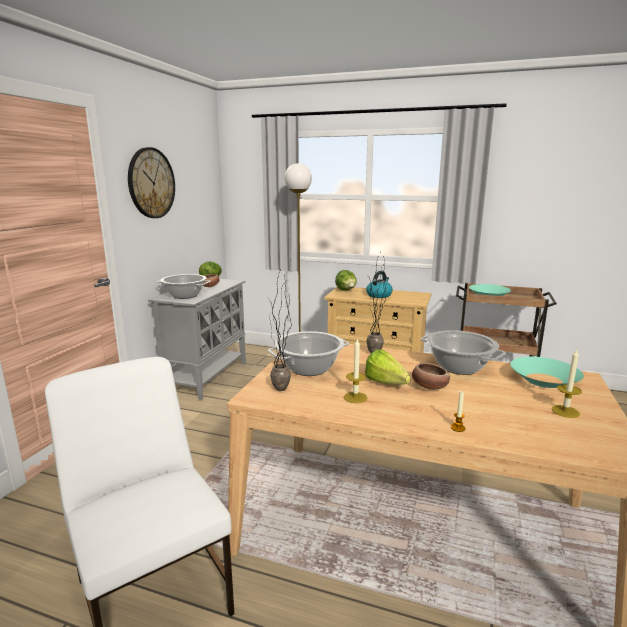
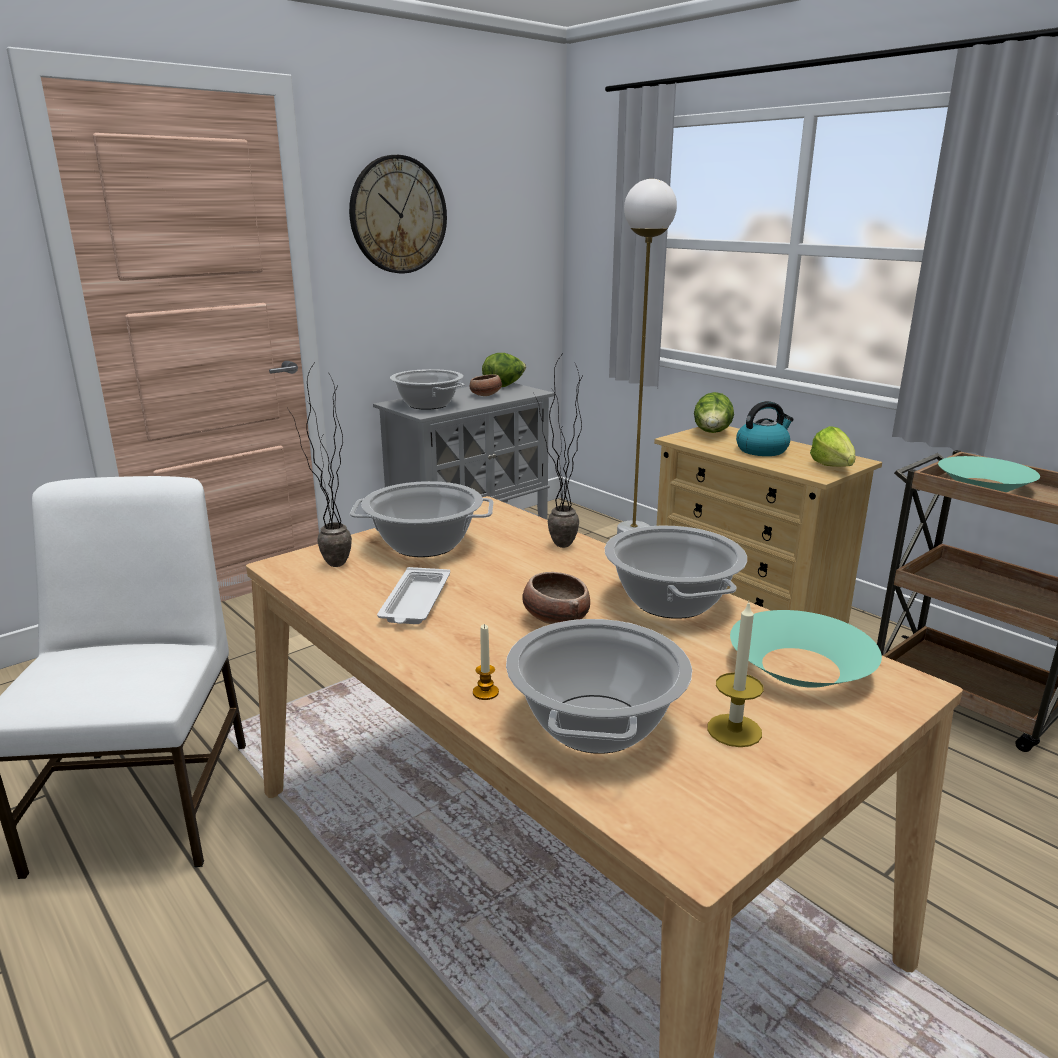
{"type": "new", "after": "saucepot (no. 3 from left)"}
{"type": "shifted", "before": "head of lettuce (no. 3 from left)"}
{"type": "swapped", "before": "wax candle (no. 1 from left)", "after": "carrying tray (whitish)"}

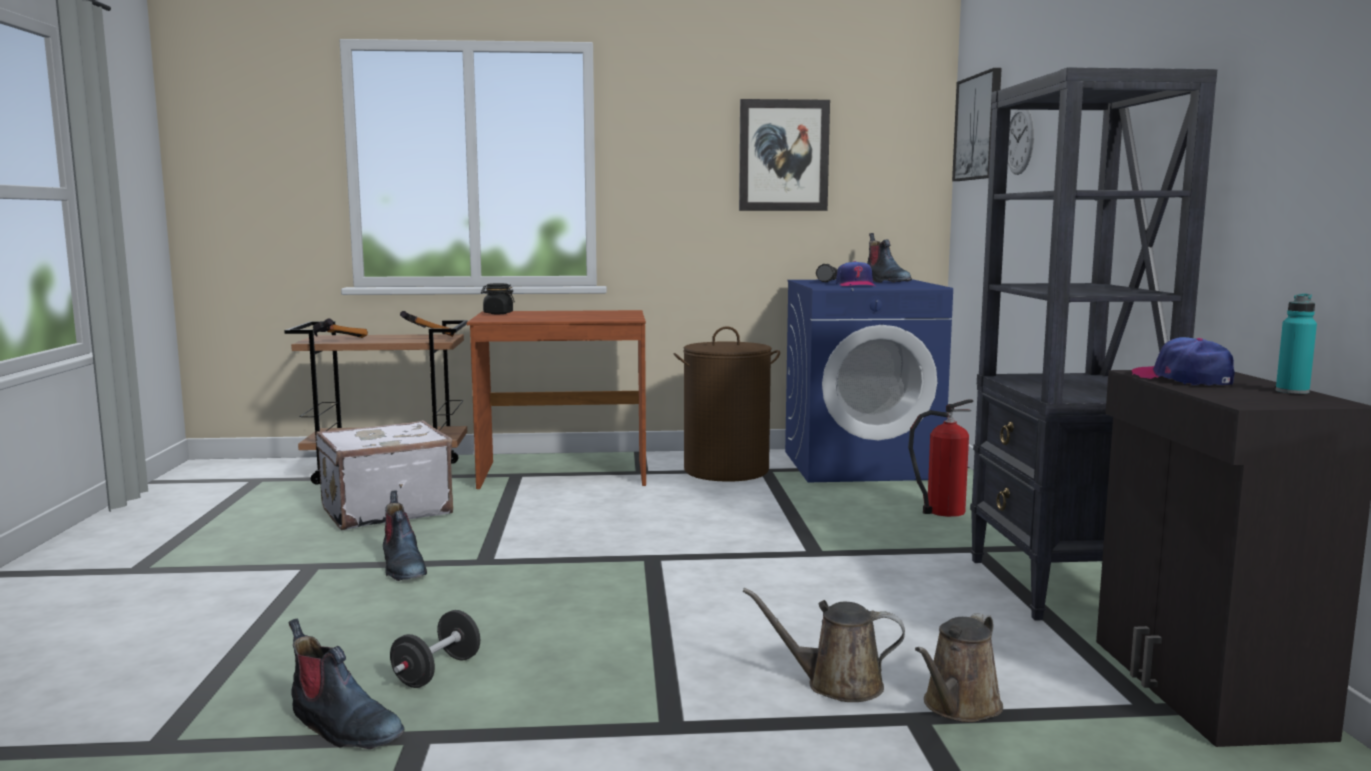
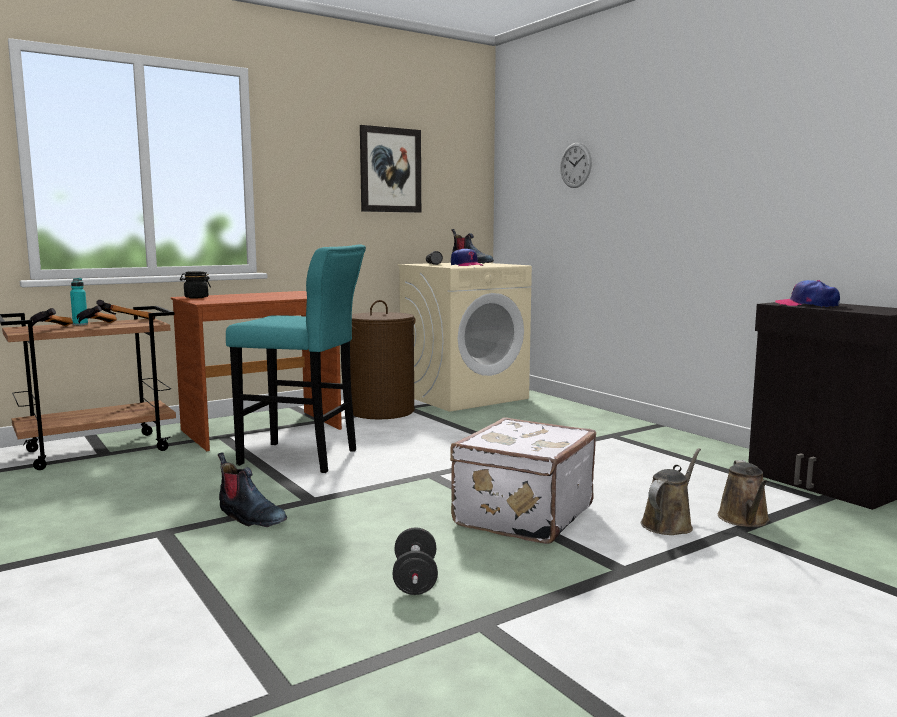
{"type": "gone", "before": "tall boot (no. 1 from left)"}
{"type": "gone", "before": "fire-fighting cylinder"}
{"type": "gone", "before": "wall picture (no. 2 from left)"}
{"type": "gone", "before": "bookcase (blackish)"}
{"type": "new", "after": "hammer (no. 2 from left)"}
{"type": "new", "after": "stool seat (turquoise)"}
{"type": "shifted", "before": "piece of luggage (whitish)"}
{"type": "shifted", "before": "bottle (turquoise)"}
{"type": "repainted", "before": "laundry appliance (blue-coloured)", "after": "laundry appliance (beige)"}
{"type": "rotated", "before": "watering pot (brown) (no. 1 from left)", "turn": 150}

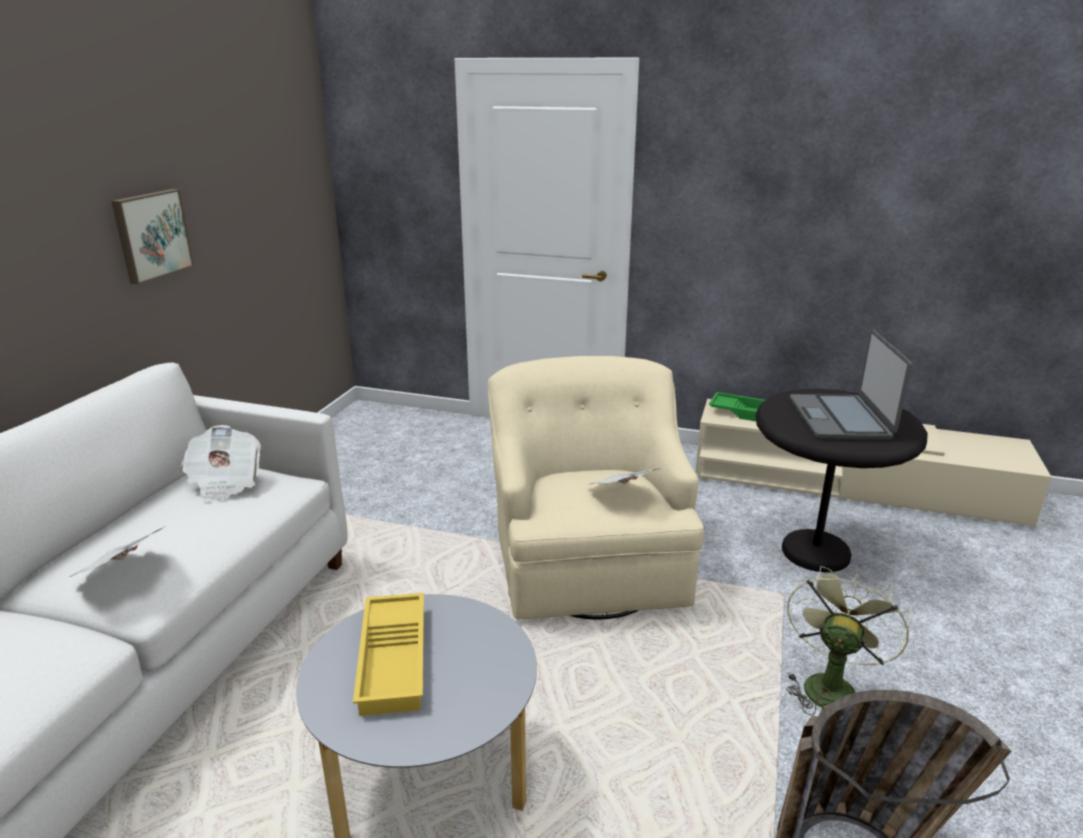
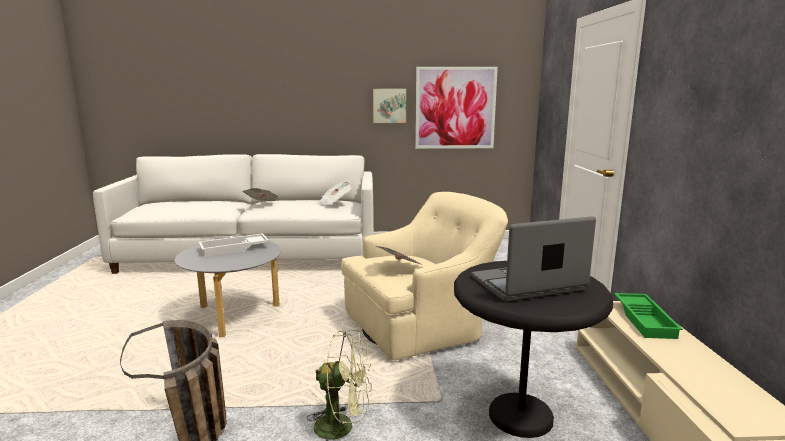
{"type": "new", "after": "wall picture (no. 2 from left)"}
{"type": "repainted", "before": "carrying tray (yellowish)", "after": "carrying tray (whitish)"}

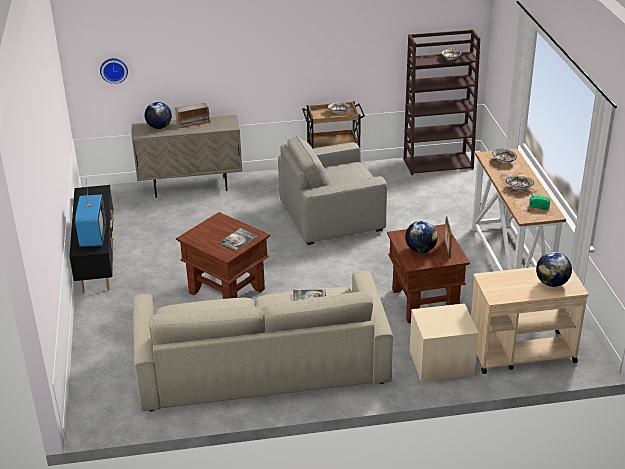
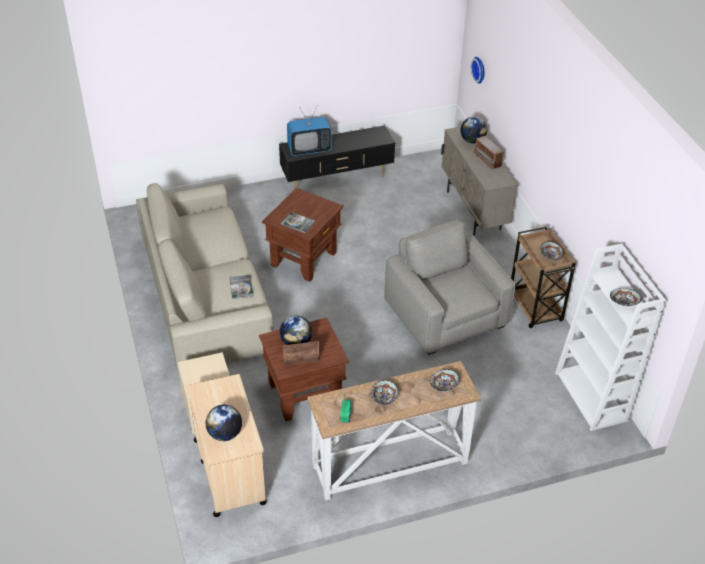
{"type": "repainted", "before": "bookcase (brown)", "after": "bookcase (whitish)"}

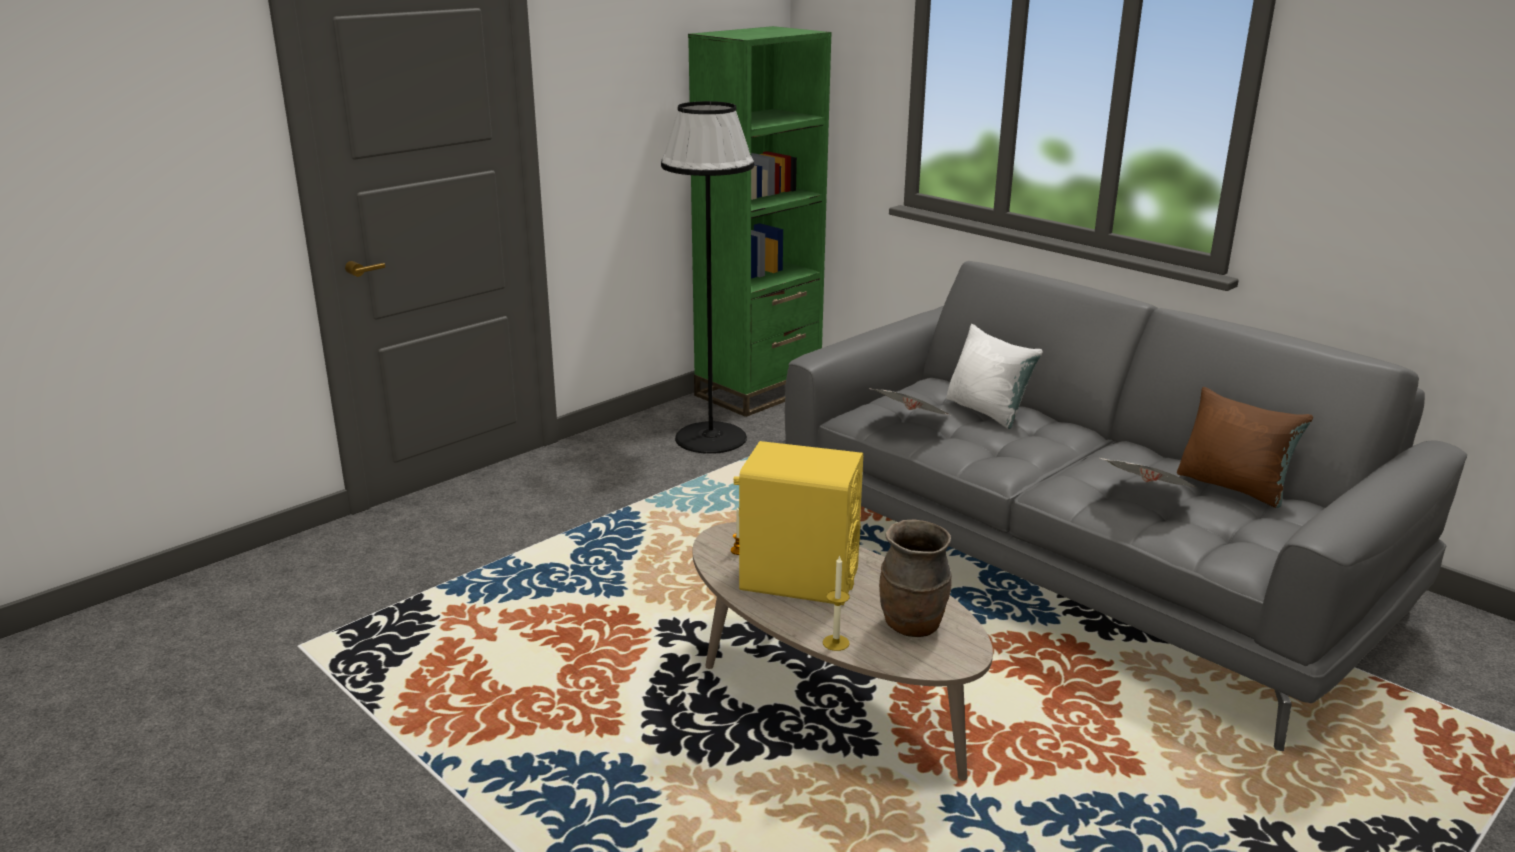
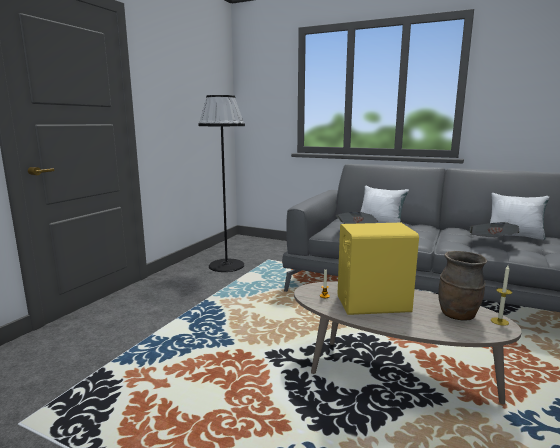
{"type": "gone", "before": "bookcase (greenish)"}
{"type": "shifted", "before": "wax candle (no. 2 from left)"}
{"type": "repainted", "before": "pillow (brown)", "after": "pillow (whitish) (no. 2 from left)"}

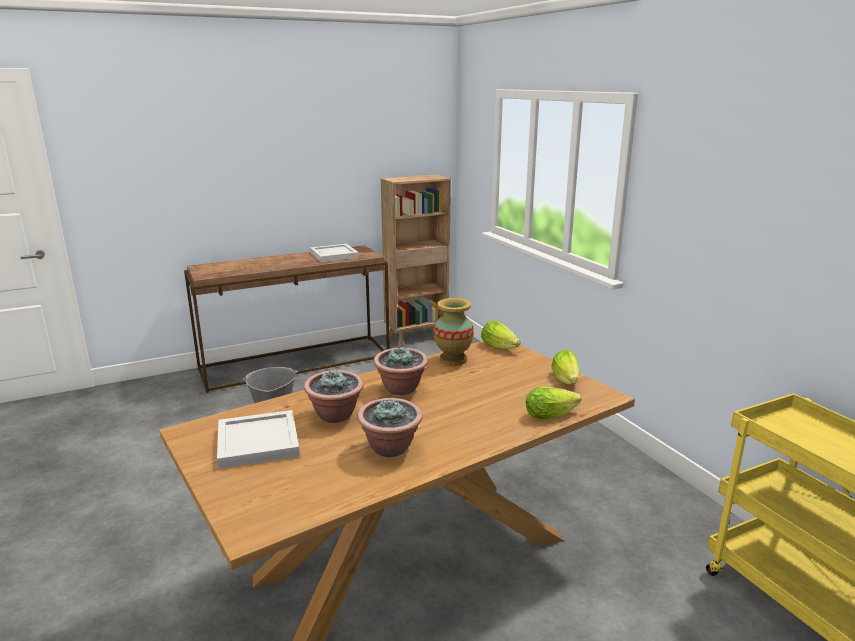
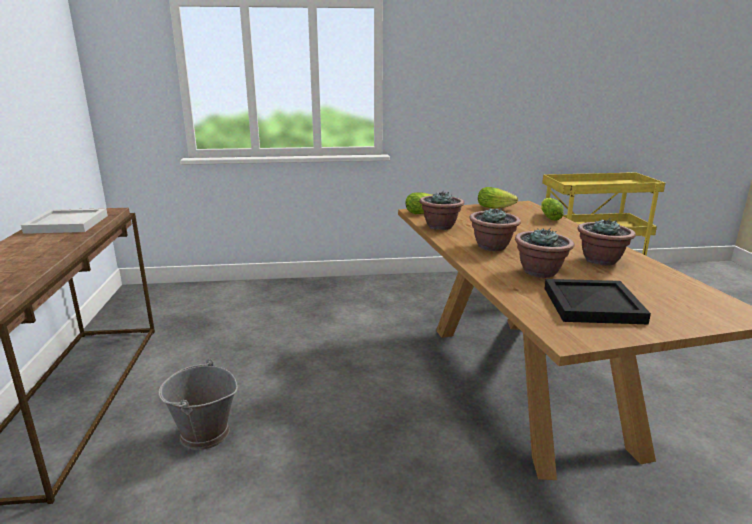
{"type": "gone", "before": "bookcase (brown)"}
{"type": "swapped", "before": "flower vase", "after": "potted plant (no. 1 from left)"}
{"type": "repainted", "before": "carrying tray (whitish) (no. 1 from left)", "after": "carrying tray (blackish)"}

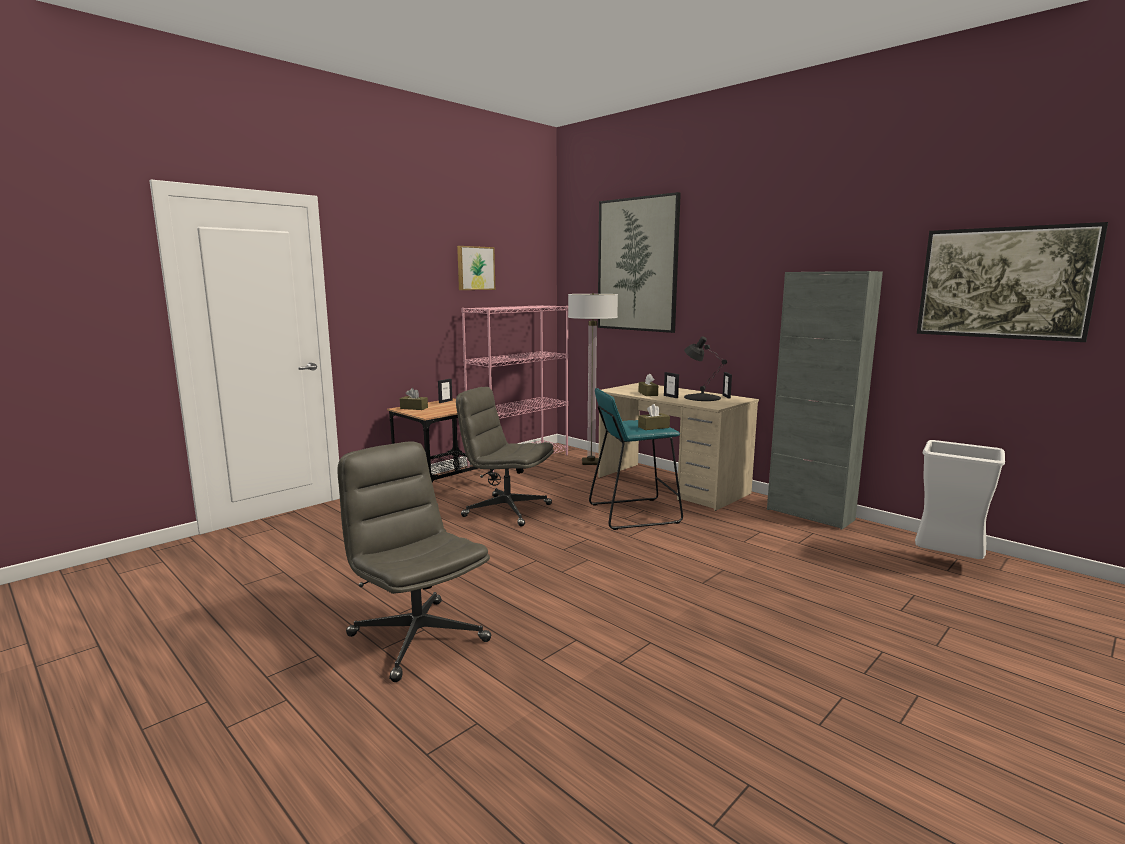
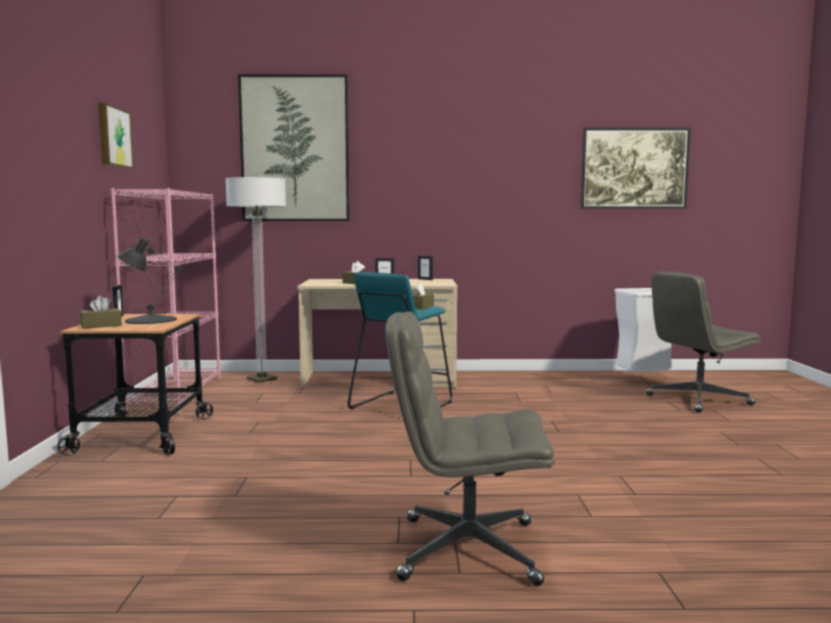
{"type": "gone", "before": "cupboard (greyish)"}
{"type": "shifted", "before": "computer chair (greyish) (no. 2 from left)"}
{"type": "shifted", "before": "table lamp (blackish)"}

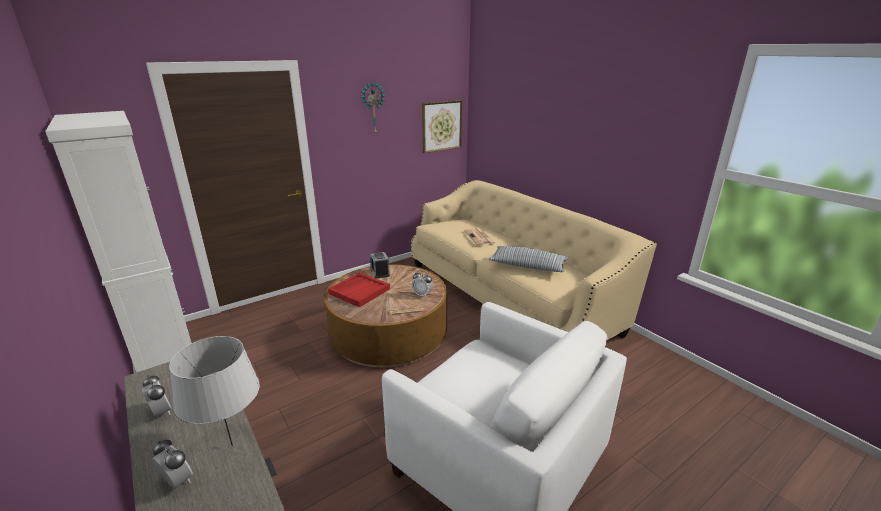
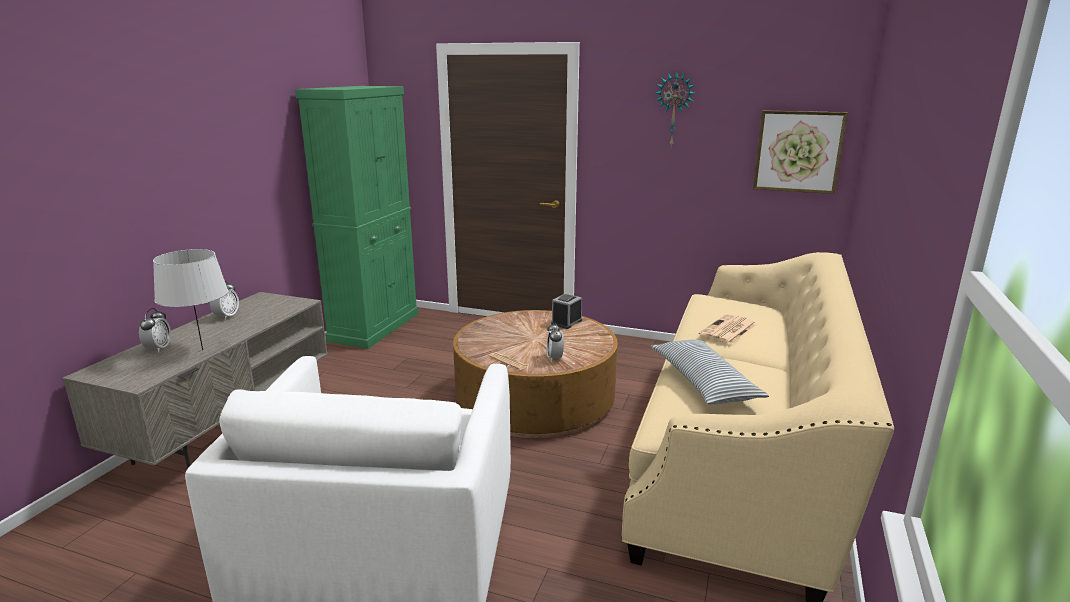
{"type": "gone", "before": "carrying tray (red)"}
{"type": "repainted", "before": "cupboard (whitish)", "after": "cupboard (greenish)"}

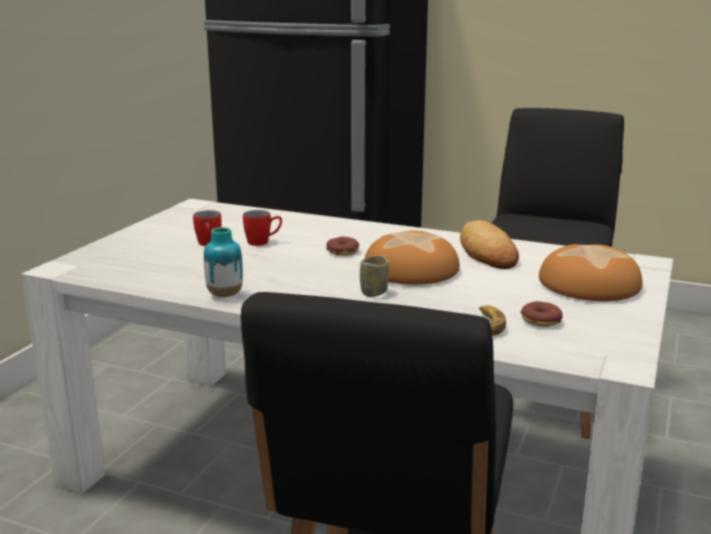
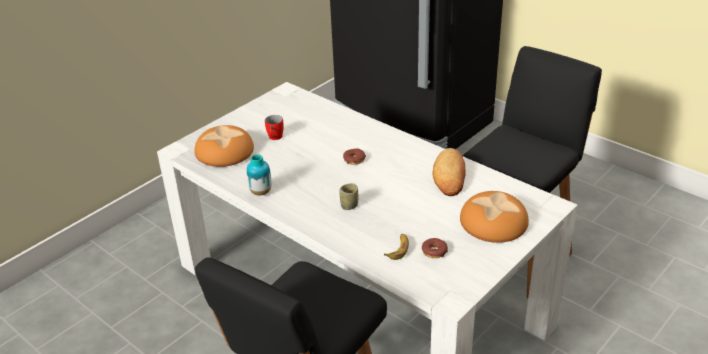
{"type": "gone", "before": "tea mug (red) (no. 2 from left)"}
{"type": "shifted", "before": "bakery bread (no. 1 from left)"}

